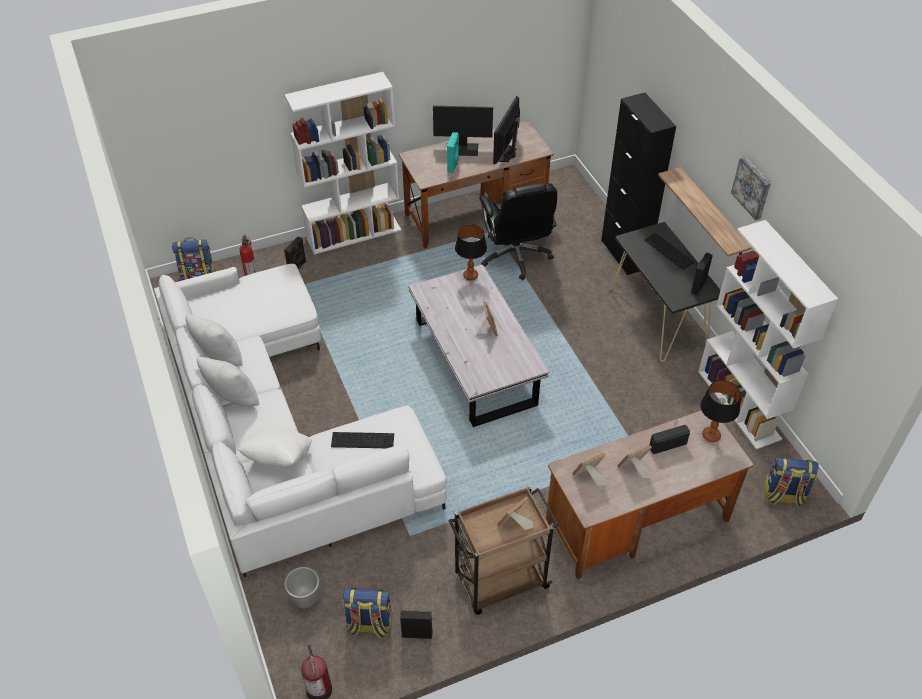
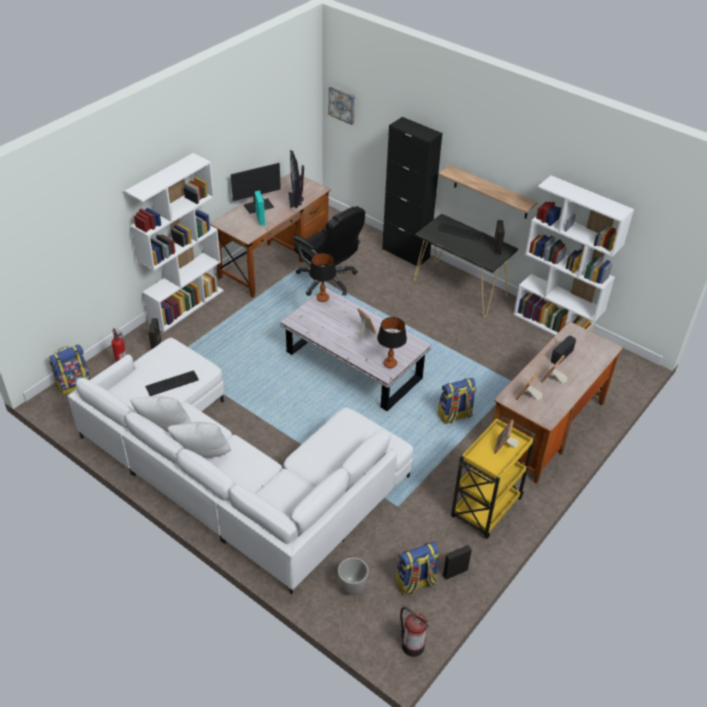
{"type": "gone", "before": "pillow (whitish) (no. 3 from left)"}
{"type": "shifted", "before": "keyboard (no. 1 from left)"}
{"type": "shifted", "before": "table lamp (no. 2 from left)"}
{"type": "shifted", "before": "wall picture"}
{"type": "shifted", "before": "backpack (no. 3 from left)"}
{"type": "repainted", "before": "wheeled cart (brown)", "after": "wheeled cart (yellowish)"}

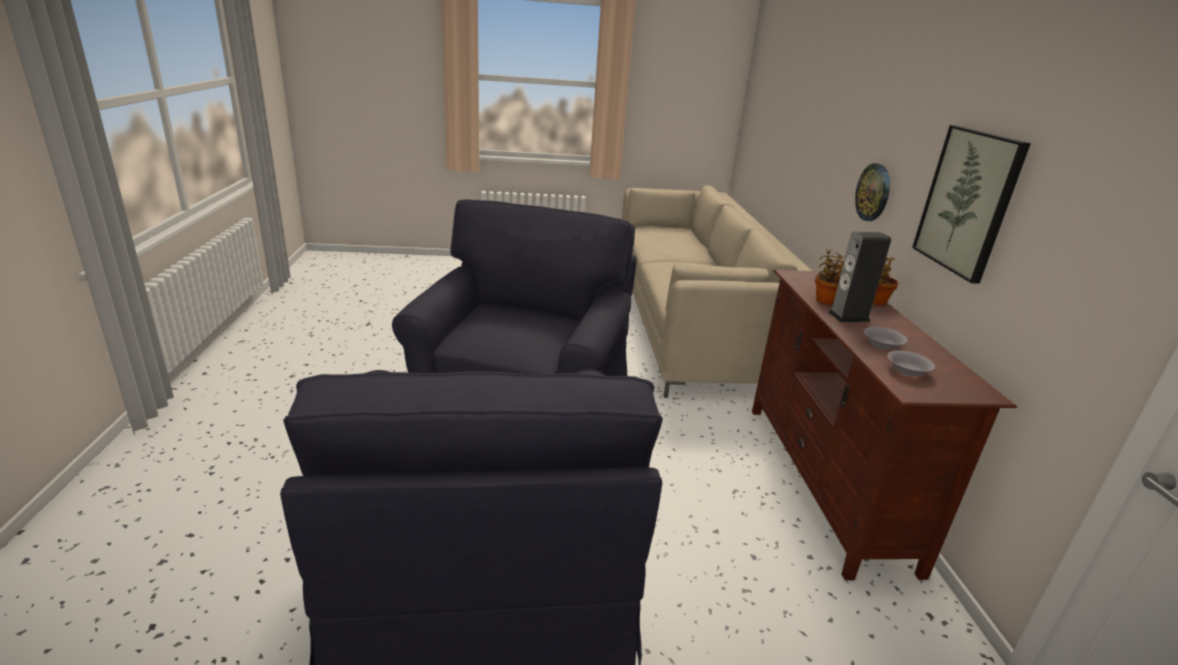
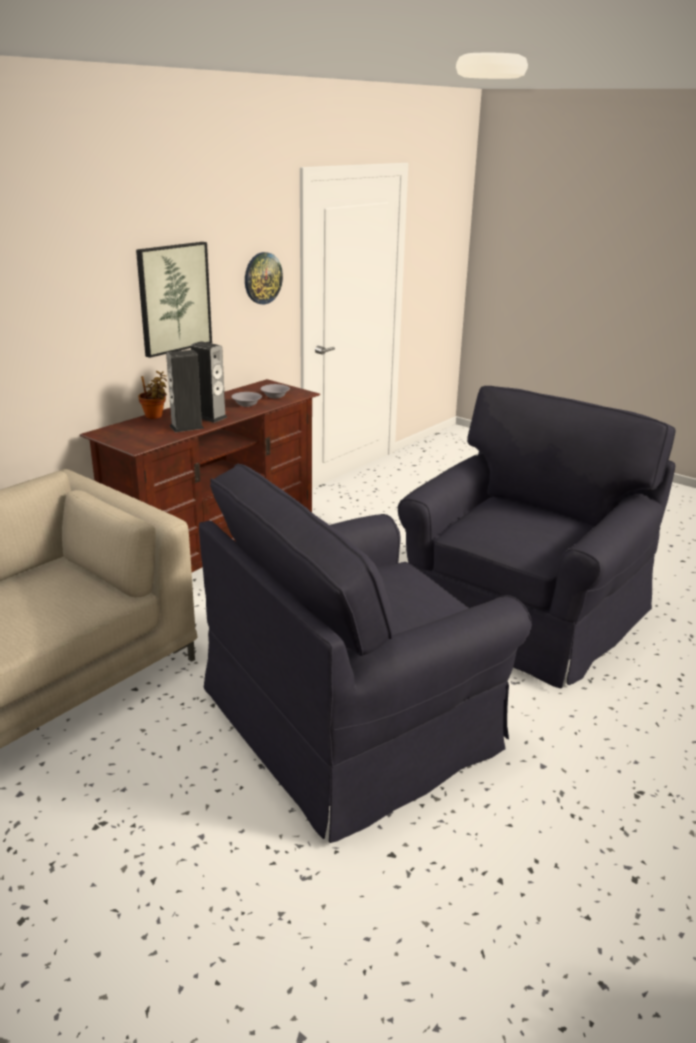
{"type": "shifted", "before": "clock on the wall"}
{"type": "swapped", "before": "potted plant (no. 1 from left)", "after": "speaker (no. 1 from left)"}

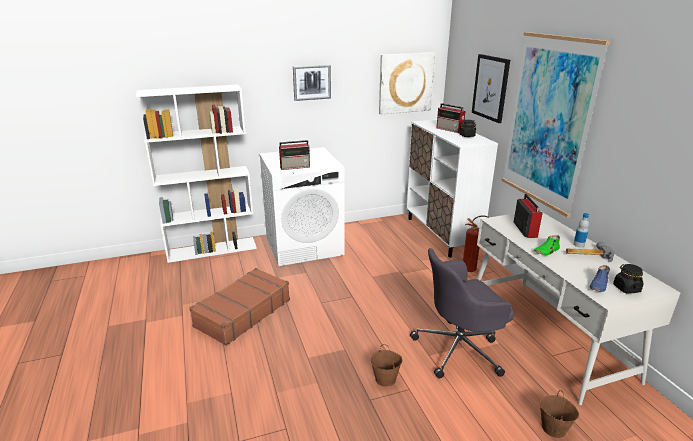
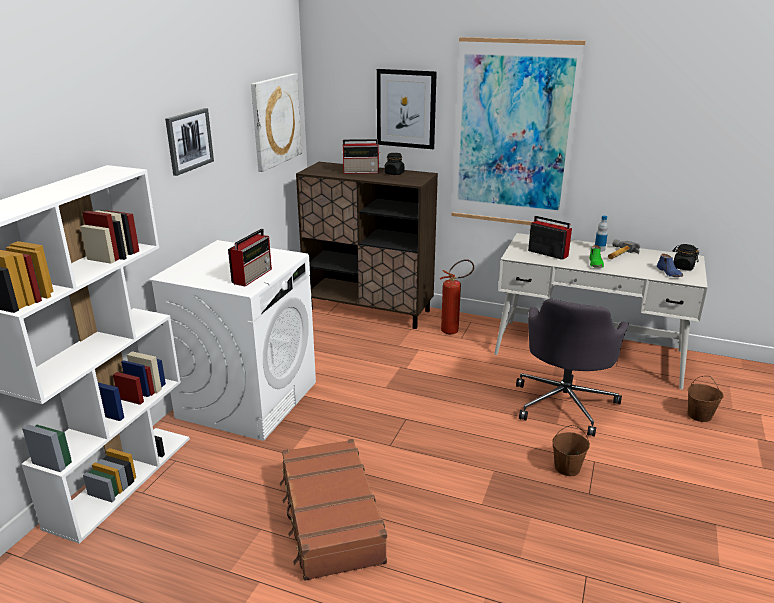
{"type": "repainted", "before": "cupboard (whitish)", "after": "cupboard (brown)"}

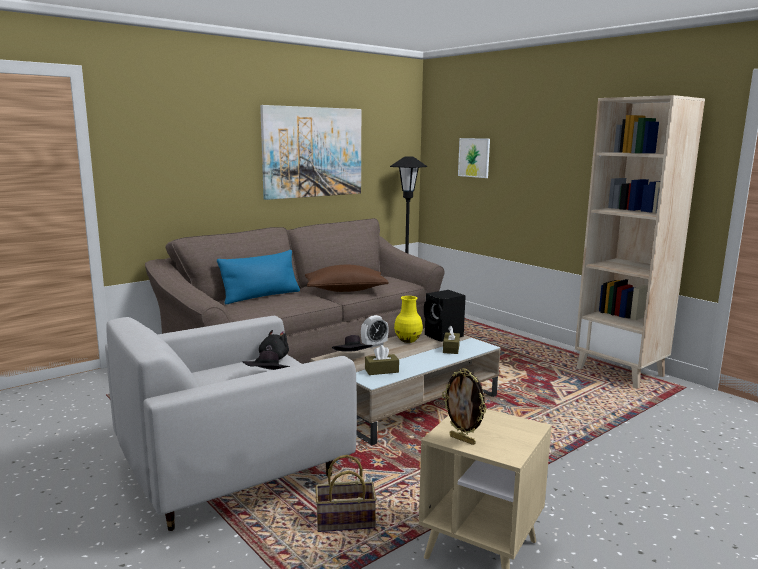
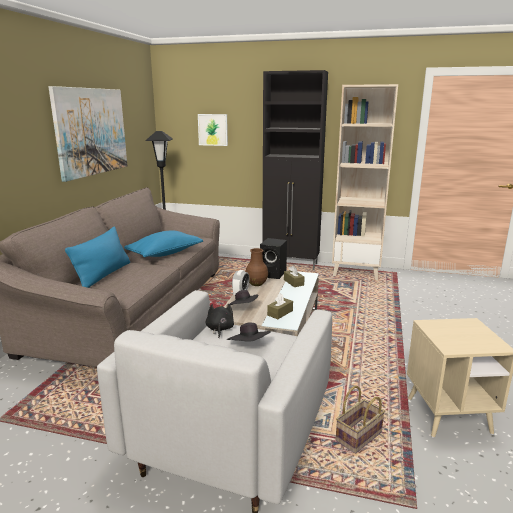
{"type": "gone", "before": "picture frame"}
{"type": "new", "after": "cupboard (blackish)"}
{"type": "repainted", "before": "pillow (brown)", "after": "pillow (blue-coloured) (no. 2 from left)"}
{"type": "repainted", "before": "flower vase (yellowish)", "after": "flower vase (brown)"}

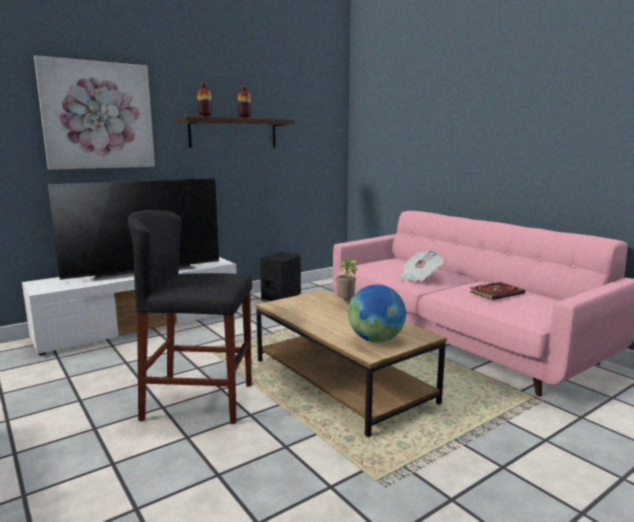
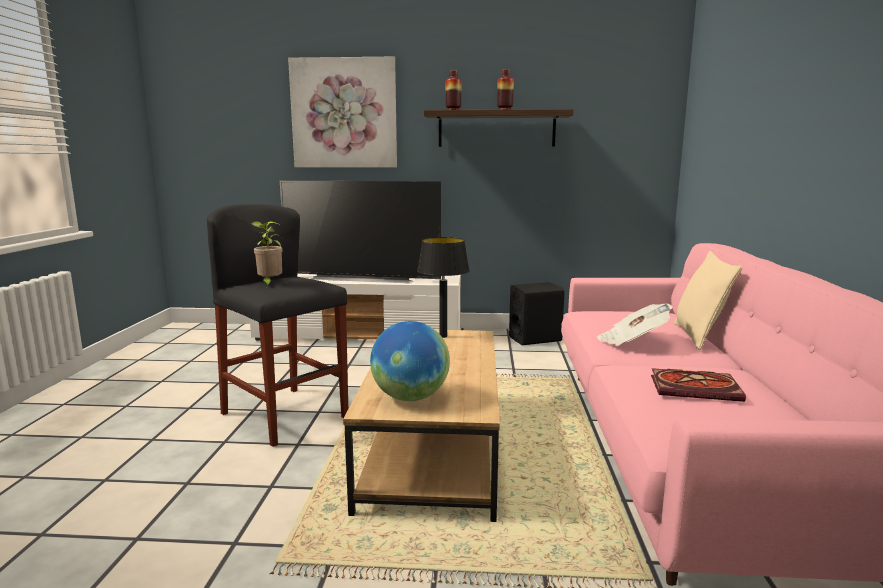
{"type": "new", "after": "table lamp (blackish)"}
{"type": "new", "after": "pillow (beige)"}
{"type": "shifted", "before": "potted plant"}

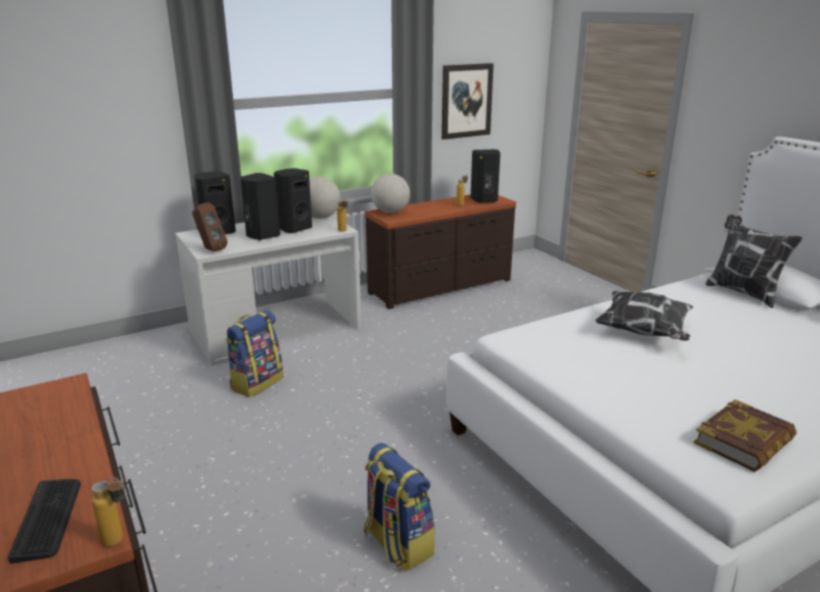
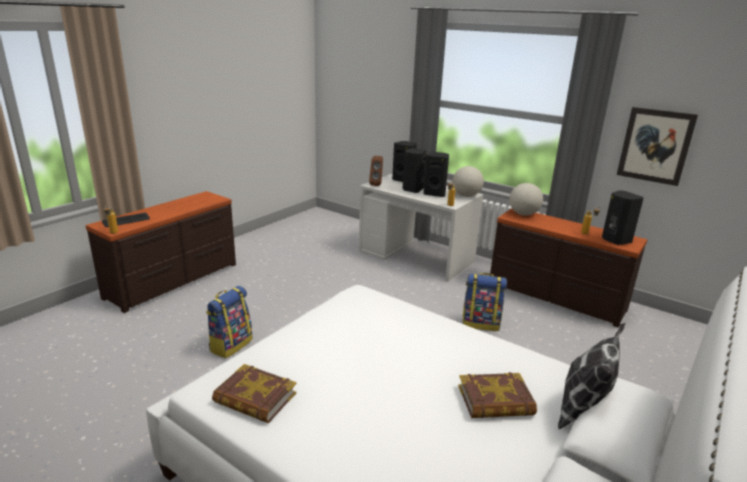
{"type": "gone", "before": "pillow (no. 1 from left)"}
{"type": "new", "after": "bound book (no. 2 from left)"}
{"type": "shifted", "before": "backpack (no. 1 from left in the first image)", "after": "backpack (no. 2 from left)"}

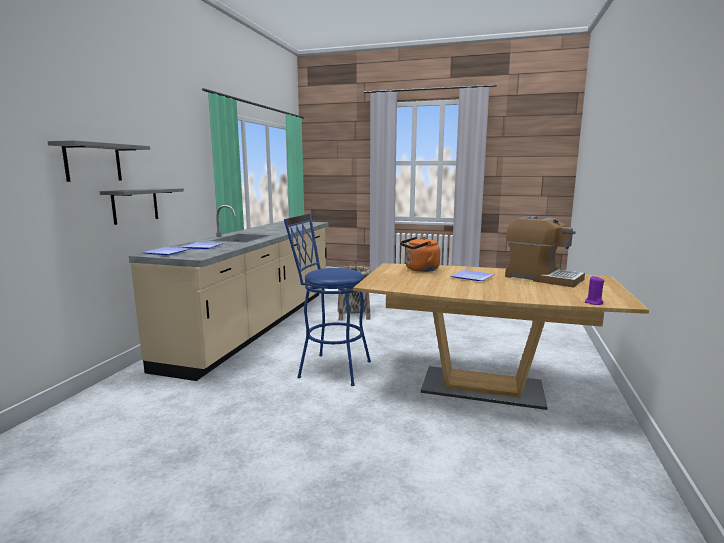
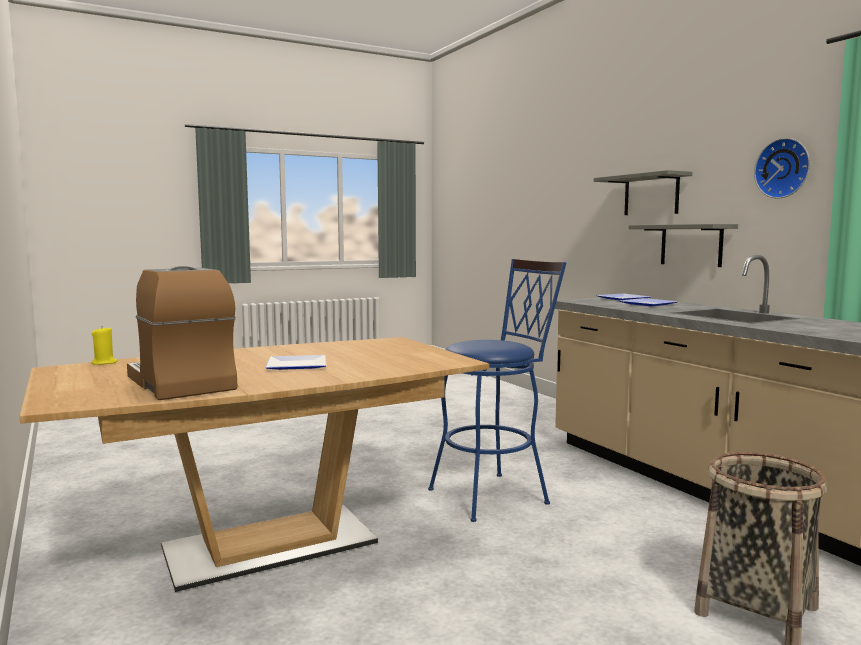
{"type": "gone", "before": "tea kettle (orangey)"}
{"type": "new", "after": "clock on the wall"}
{"type": "repainted", "before": "wax candle (purplish)", "after": "wax candle (yellowish)"}
{"type": "rotated", "before": "coffee brewer", "turn": 60}

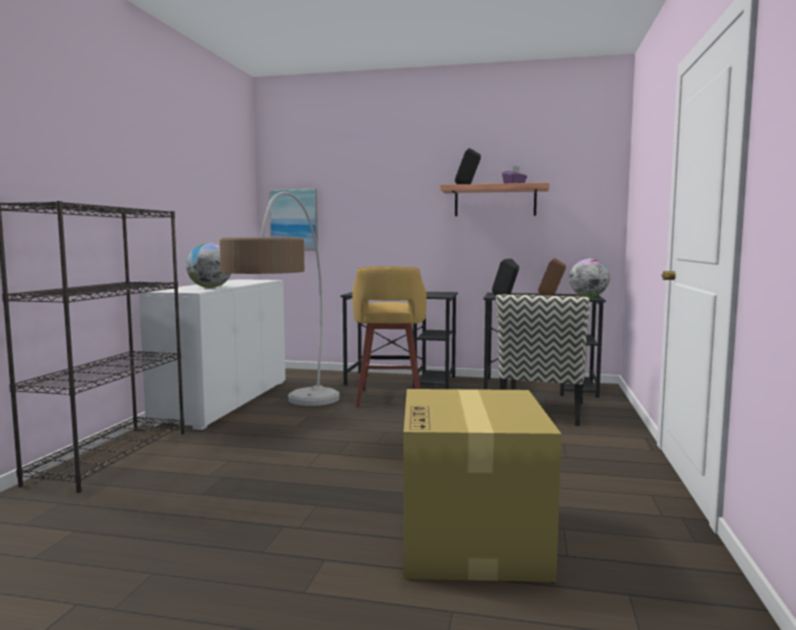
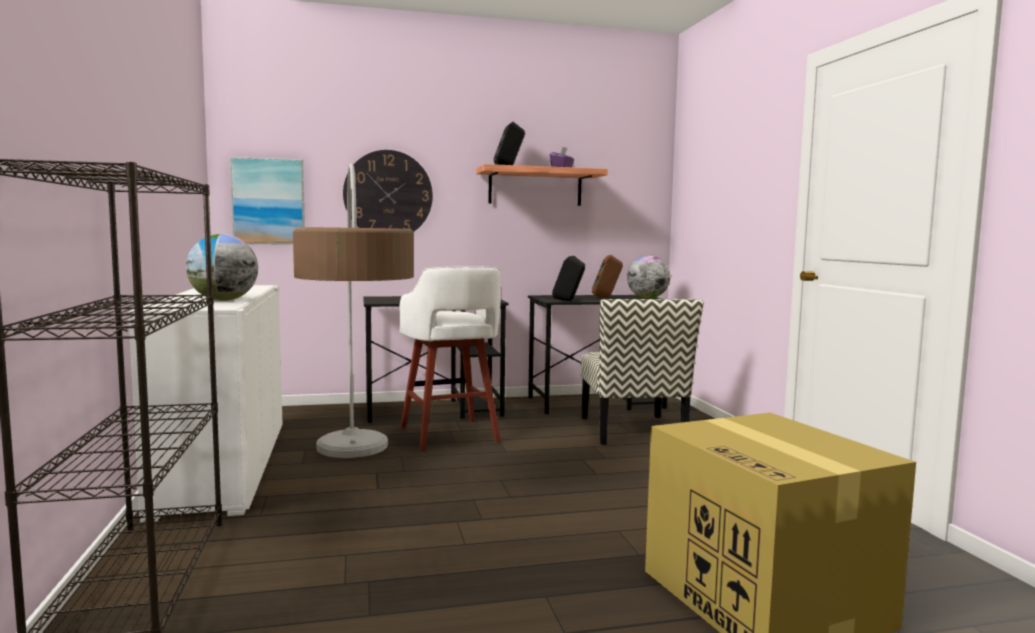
{"type": "new", "after": "clock on the wall"}
{"type": "repainted", "before": "stool seat (yellowish)", "after": "stool seat (whitish)"}

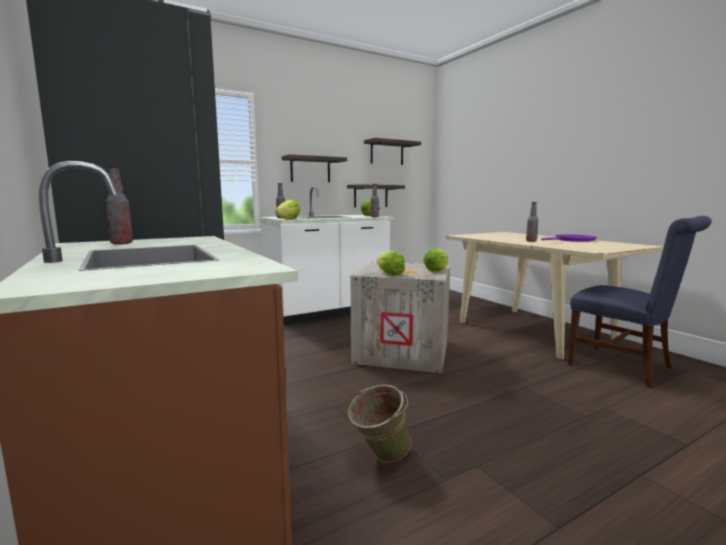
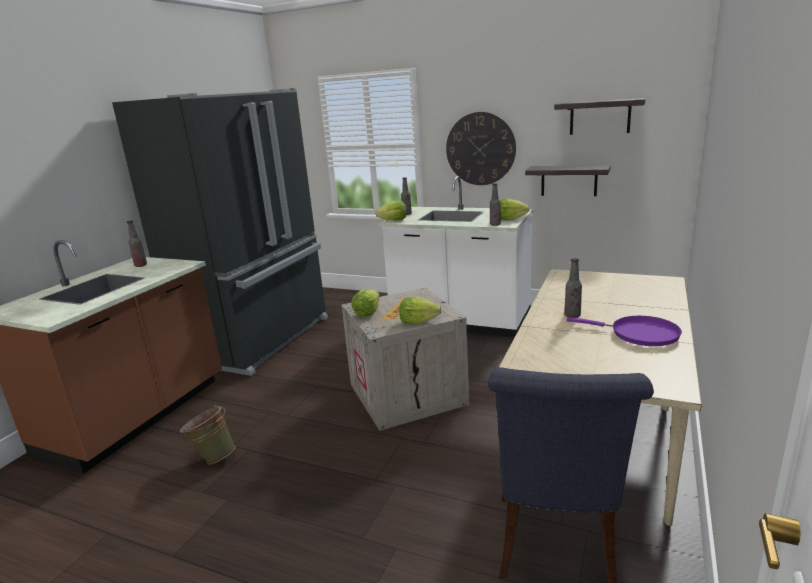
{"type": "swapped", "before": "shelf (no. 1 from left)", "after": "clock on the wall"}

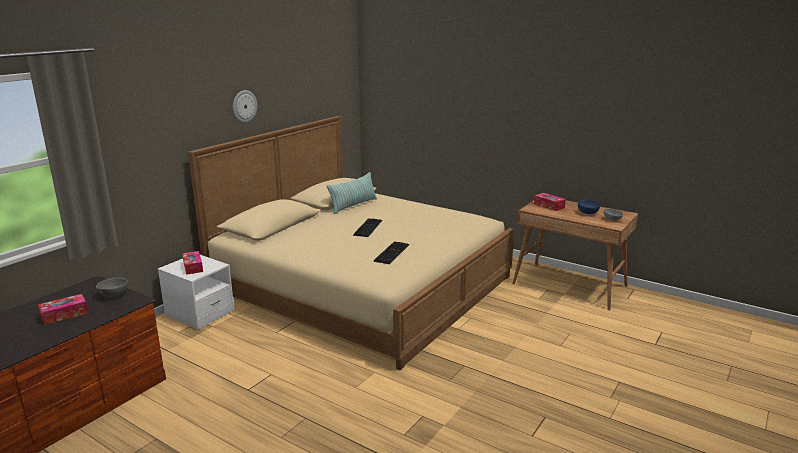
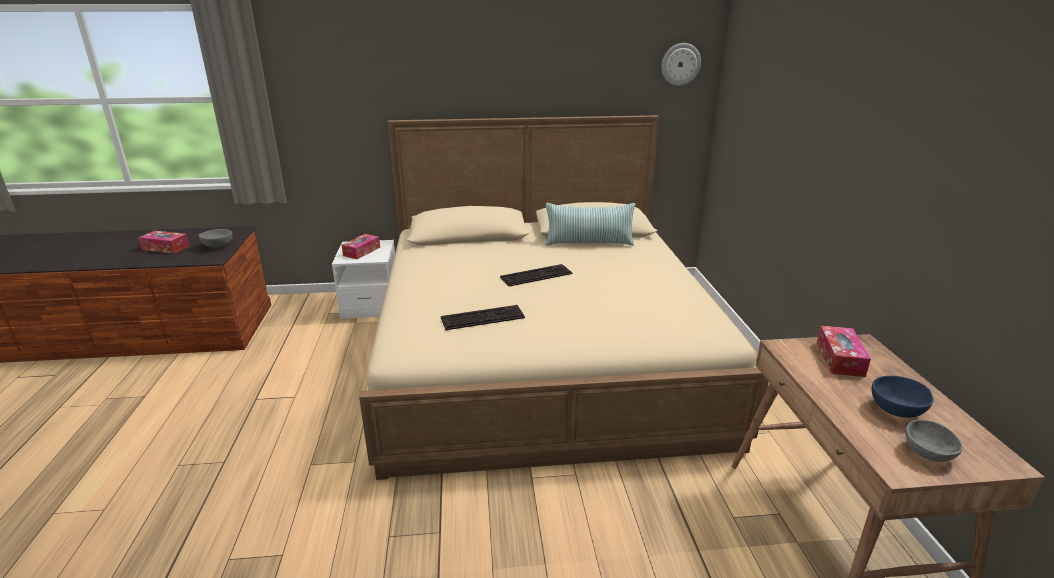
{"type": "shifted", "before": "clock on the wall"}

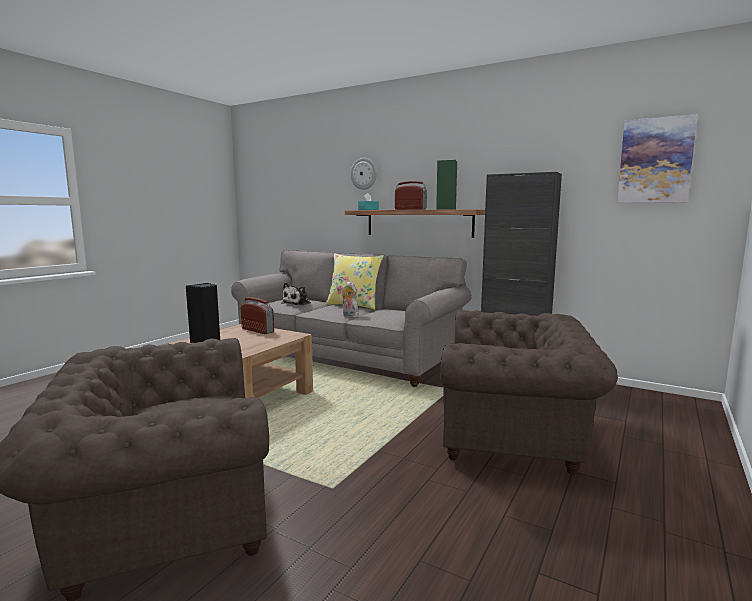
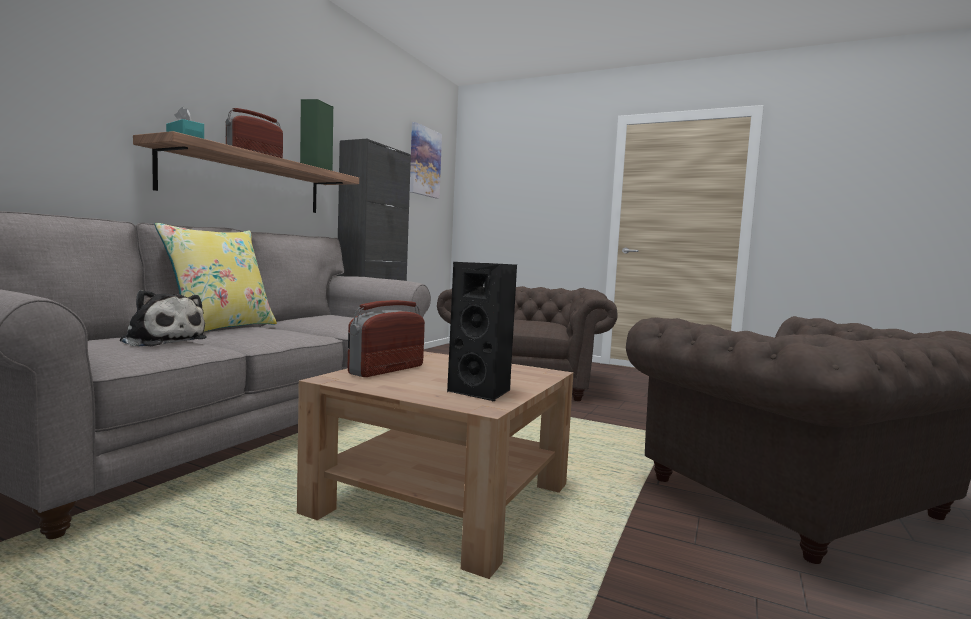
{"type": "gone", "before": "soft toy (no. 2 from left)"}
{"type": "gone", "before": "clock on the wall"}

